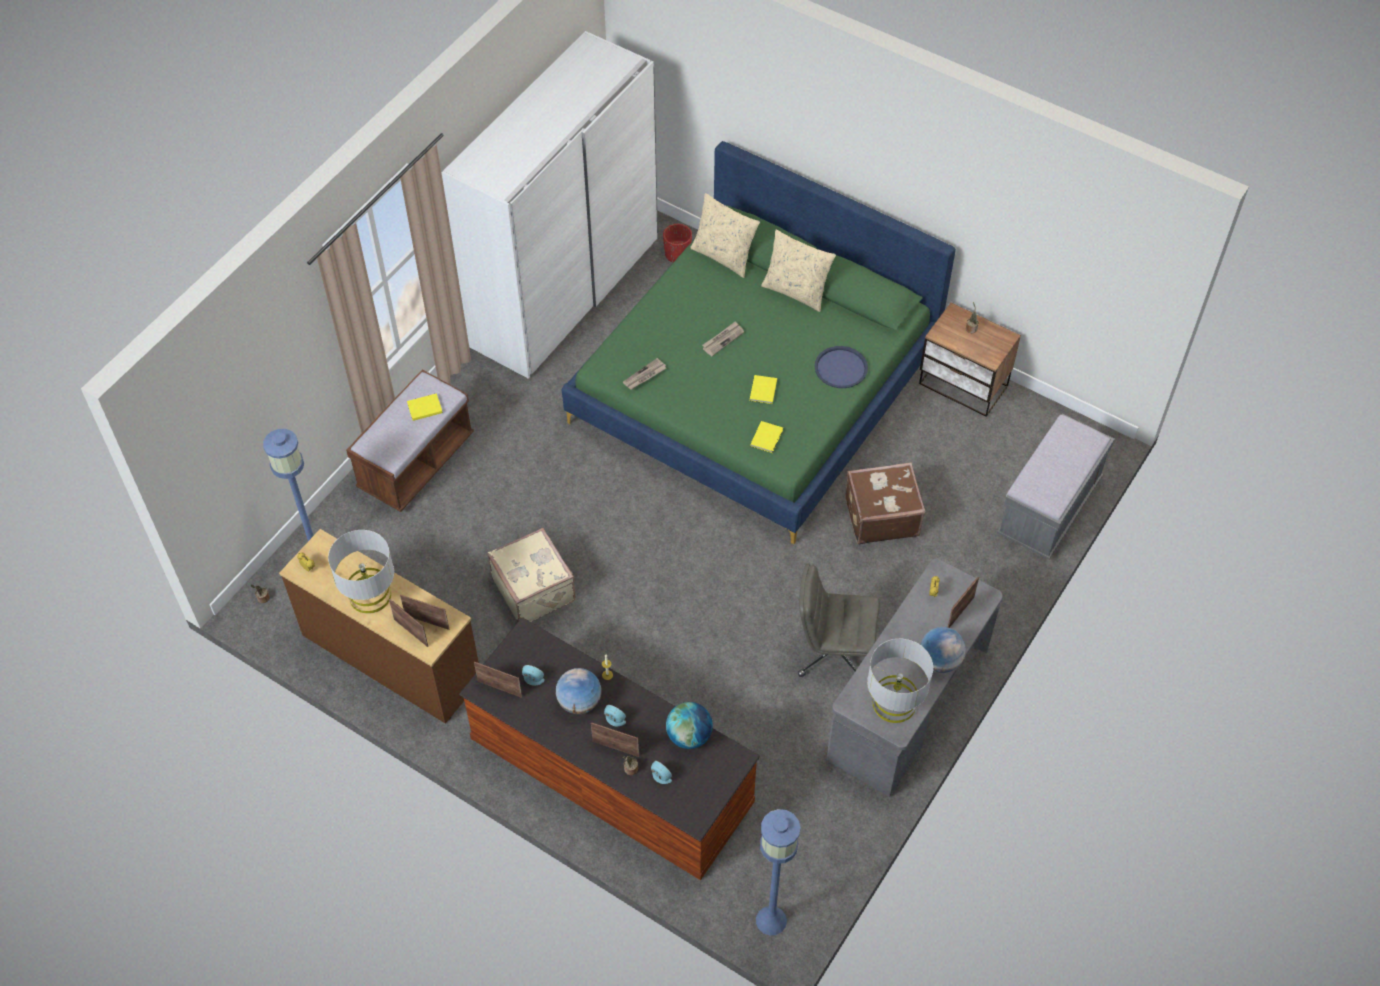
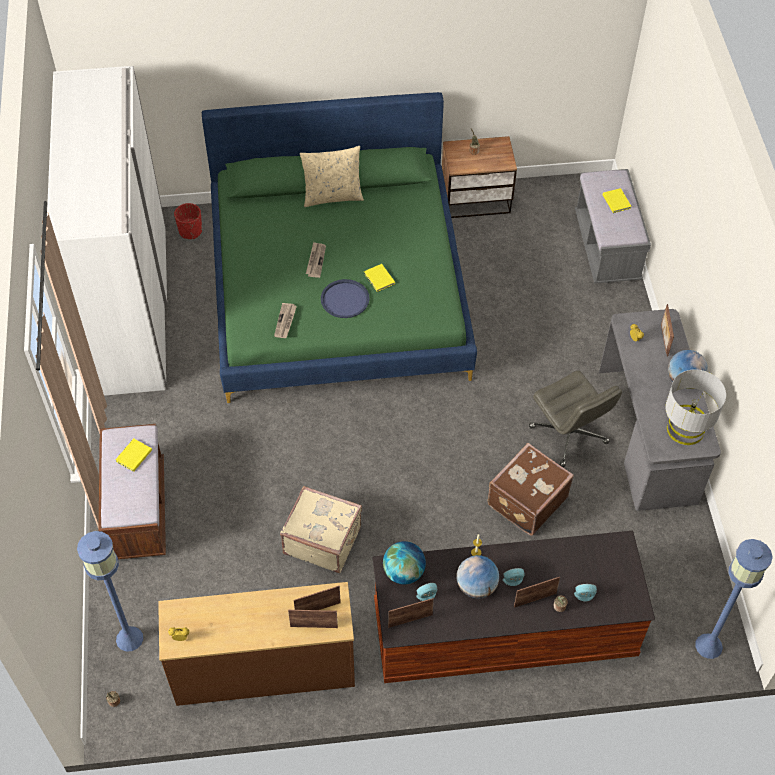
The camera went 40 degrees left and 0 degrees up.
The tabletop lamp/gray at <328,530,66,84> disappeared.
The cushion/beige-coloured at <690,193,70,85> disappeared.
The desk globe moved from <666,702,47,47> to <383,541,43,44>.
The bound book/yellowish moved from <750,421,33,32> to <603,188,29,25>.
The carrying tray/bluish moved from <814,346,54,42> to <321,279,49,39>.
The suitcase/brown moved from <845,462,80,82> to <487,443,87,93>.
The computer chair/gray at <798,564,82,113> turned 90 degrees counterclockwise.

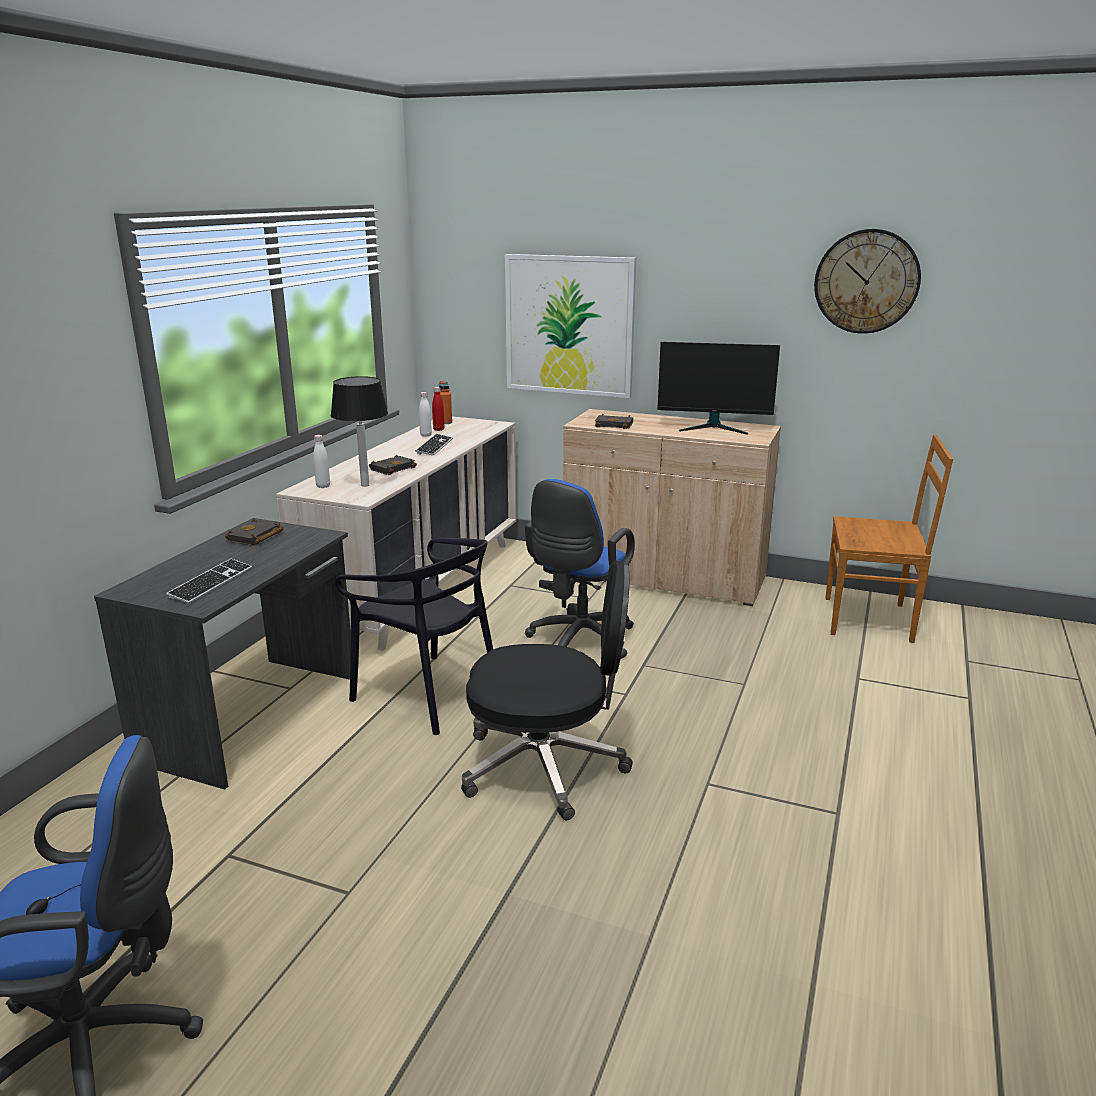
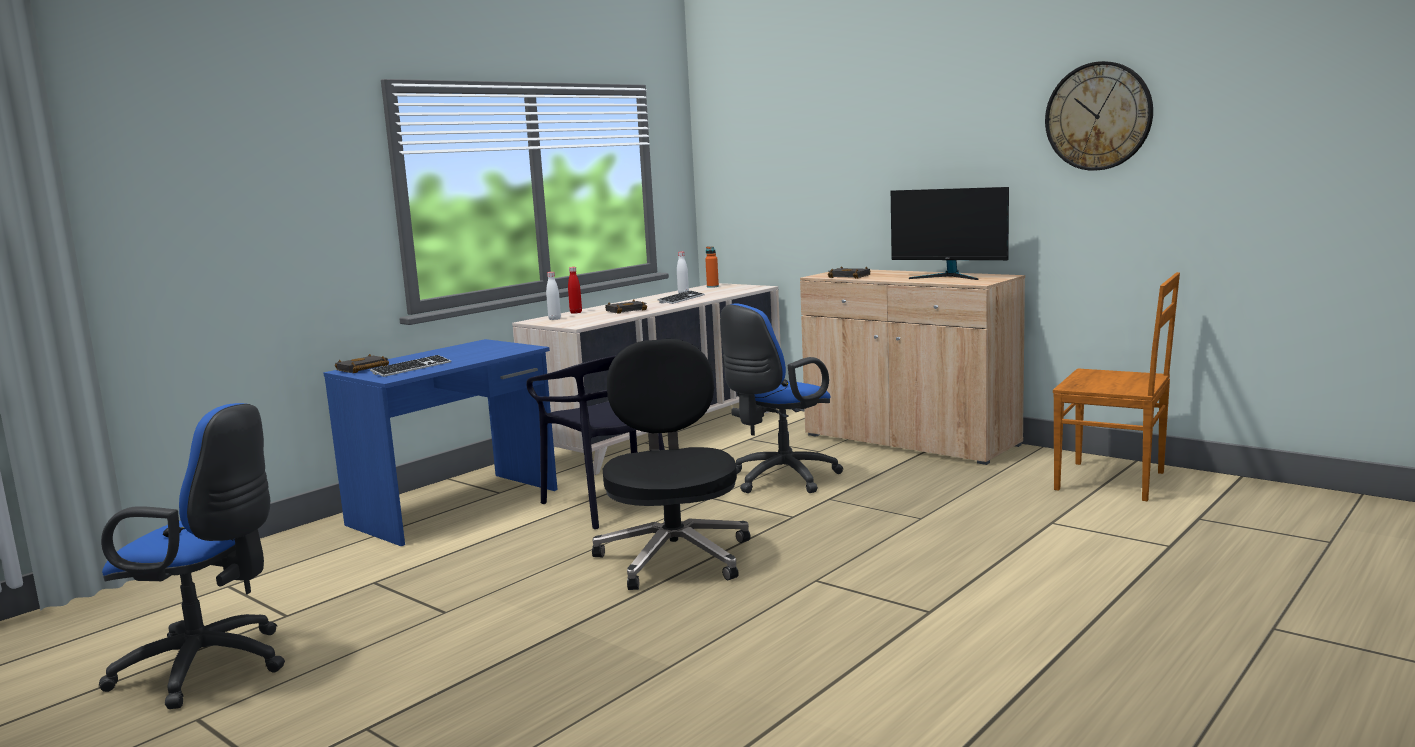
The camera went 20 degrees right and 10 degrees down.
The tabletop lamp at <331,376,57,111> disappeared.
The wall art at <505,254,131,144> disappeared.
The bound book/black moved from <225,519,59,27> to <335,354,54,19>.
The bottle/reddish moved from <432,387,13,44> to <568,267,14,47>.
The desk/gray at <94,518,257,271> became the desk/bluish at <323,339,235,207>.
The computer chair/black at <461,560,172,260> turned 120 degrees counterclockwise.

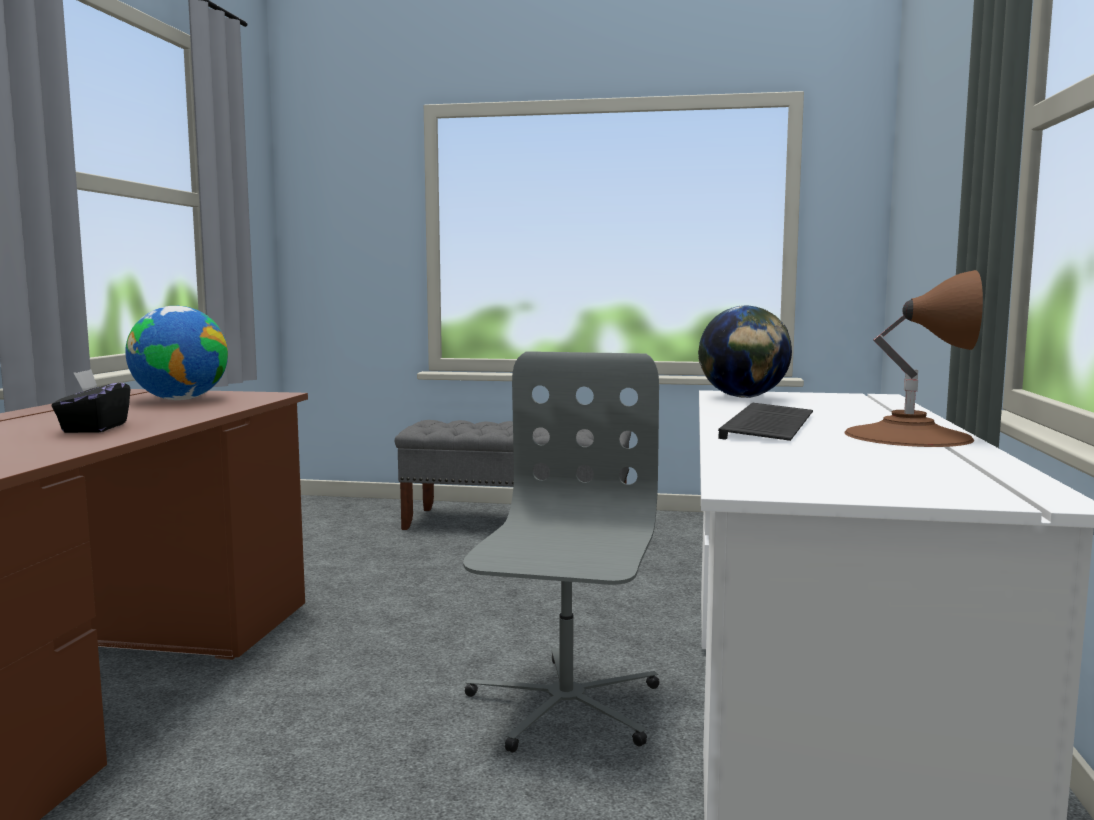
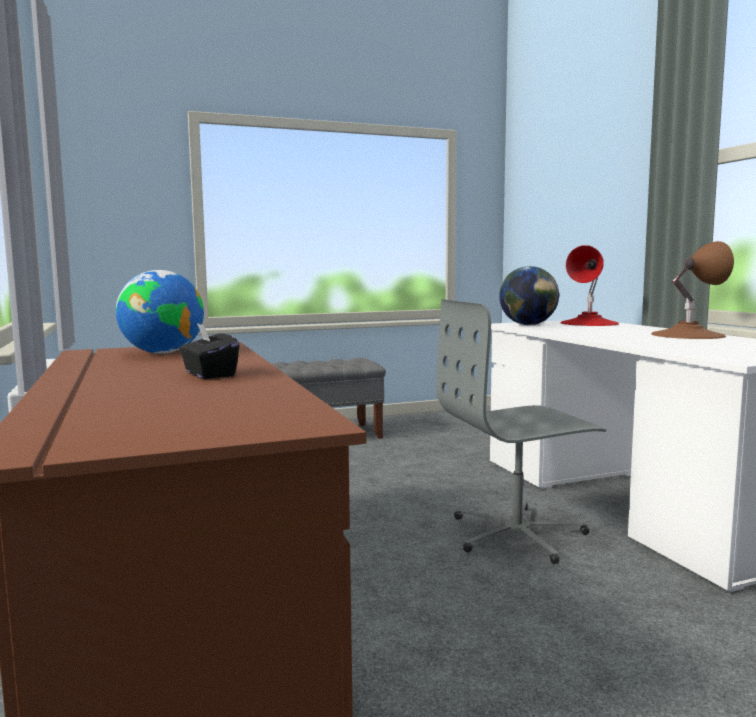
The camera went 30 degrees left and 0 degrees up.
The PC keyboard at <718,403,95,38> disappeared.
The tabletop lamp/reddish at <561,245,58,81> appeared.
The computer chair/gray at <463,351,196,402> turned 90 degrees counterclockwise.

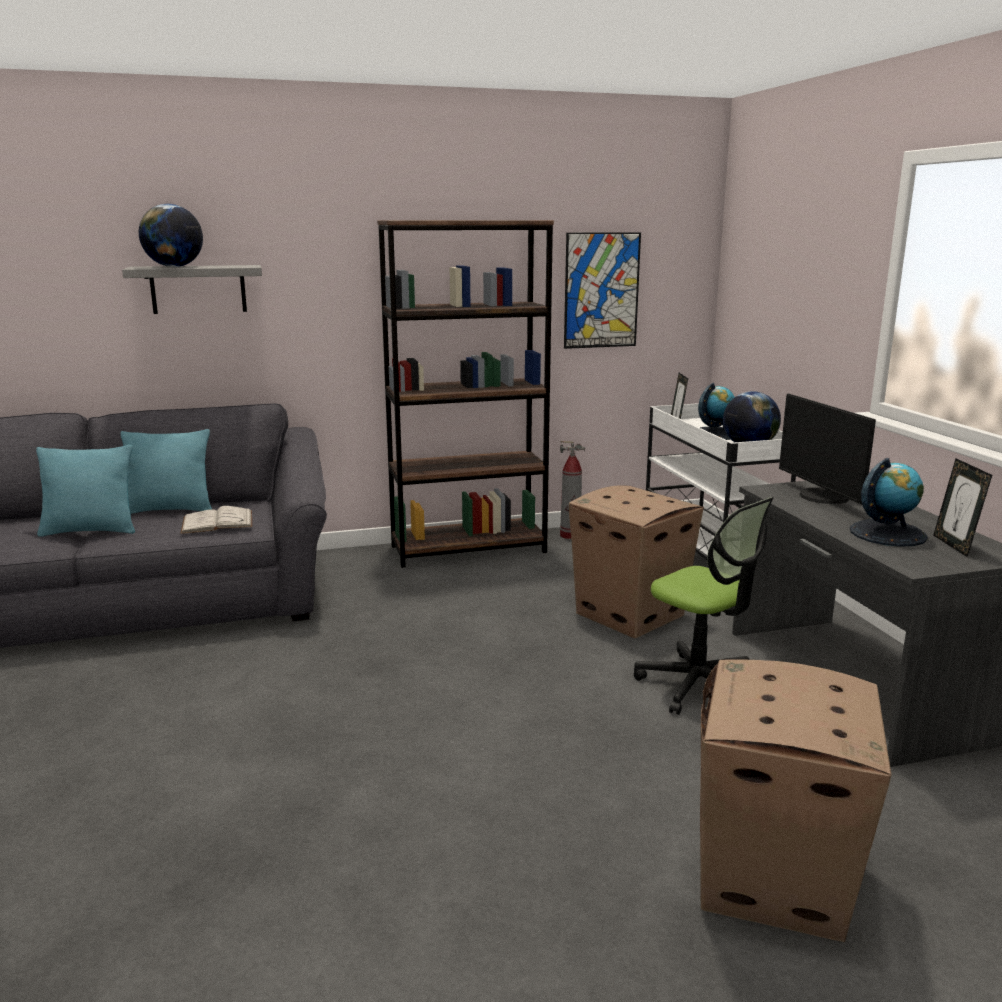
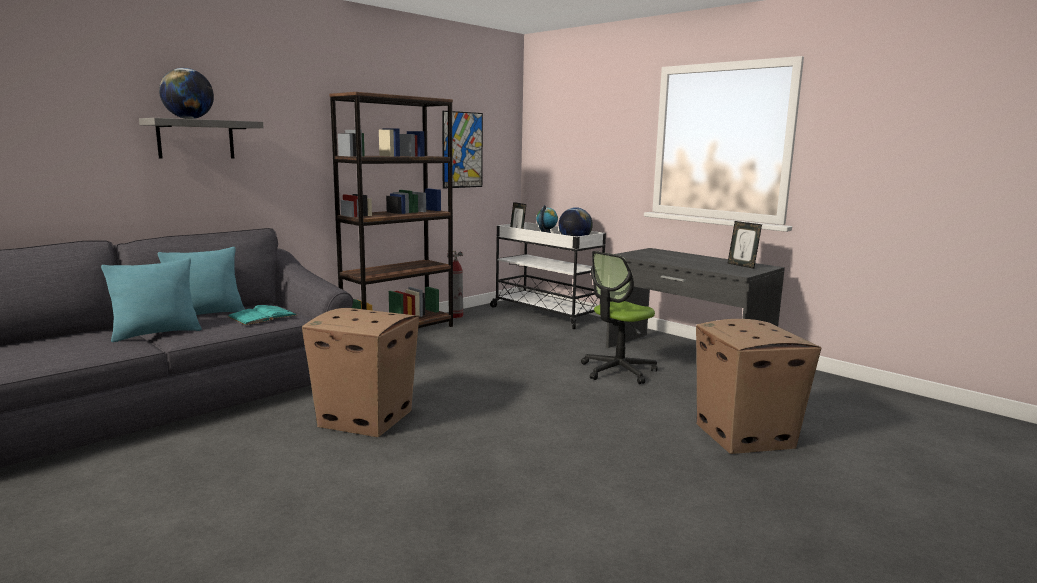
The camera went 30 degrees left and 5 degrees down.
The computer display at <779,393,97,112> disappeared.
The desk globe at <850,458,78,89> disappeared.
The packing box moved from <569,485,135,153> to <302,308,117,129>.
The bound book/white at <180,506,72,28> became the bound book/turquoise-coloured at <227,305,70,20>.
The computer chair at <634,497,140,218> turned 120 degrees clockwise.

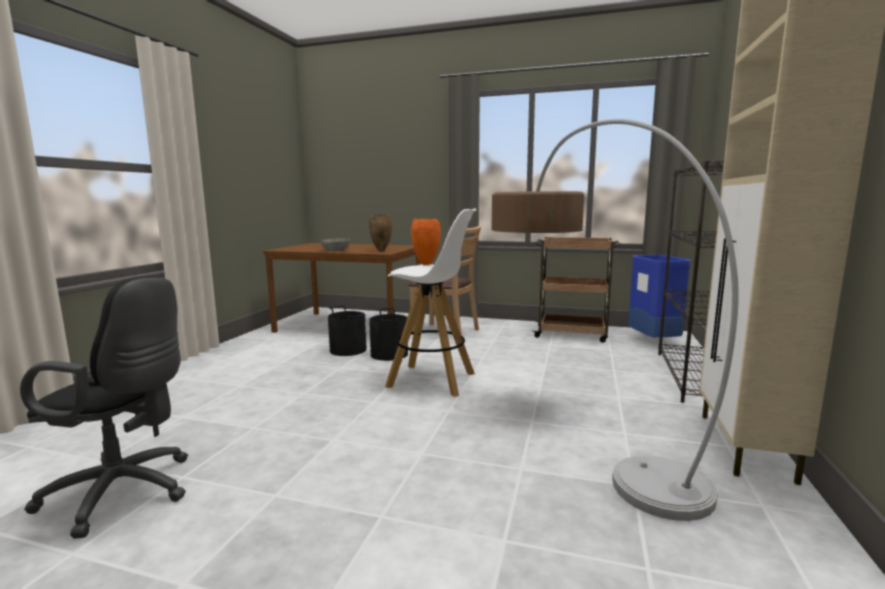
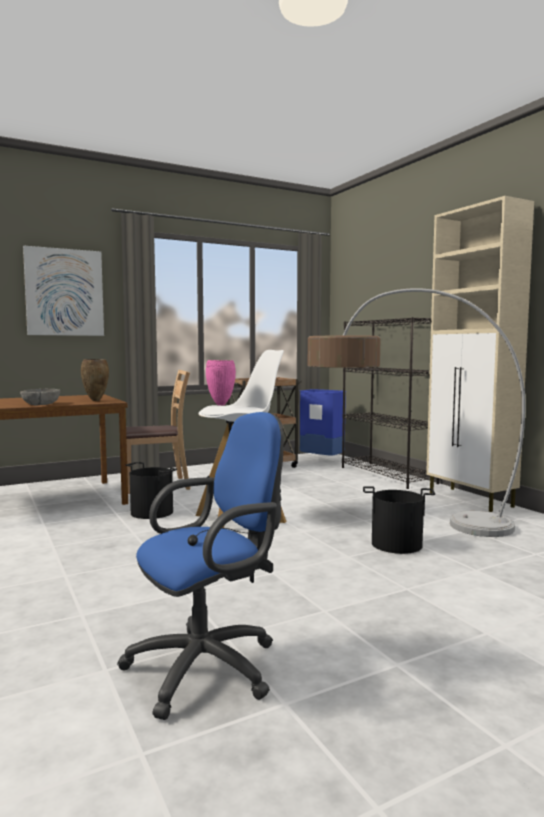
The camera went 45 degrees left and 5 degrees down.
The wall art at <23,245,81,91> appeared.
The water bucket/black moved from <328,306,39,50> to <363,486,72,68>.
The computer chair/black at <20,276,168,263> became the computer chair/bluish at <117,412,167,308>.
The flower vase/orange at <411,218,30,47> became the flower vase/pink at <206,360,30,45>.

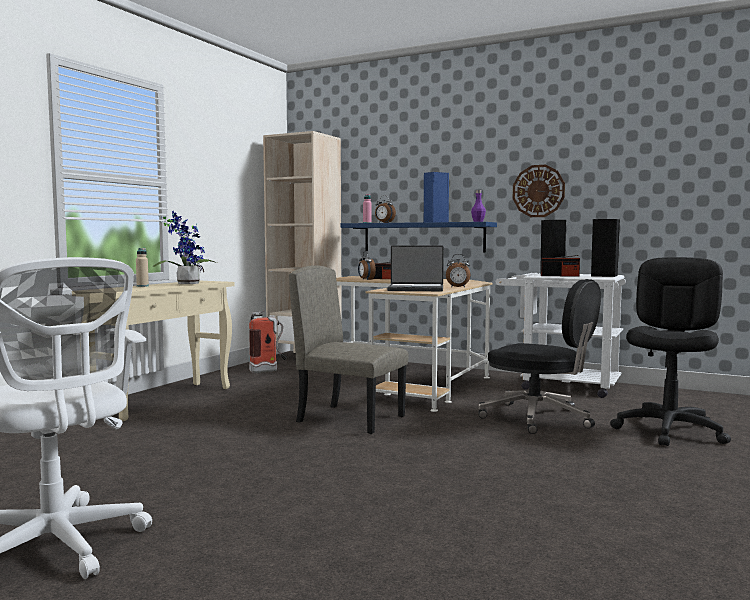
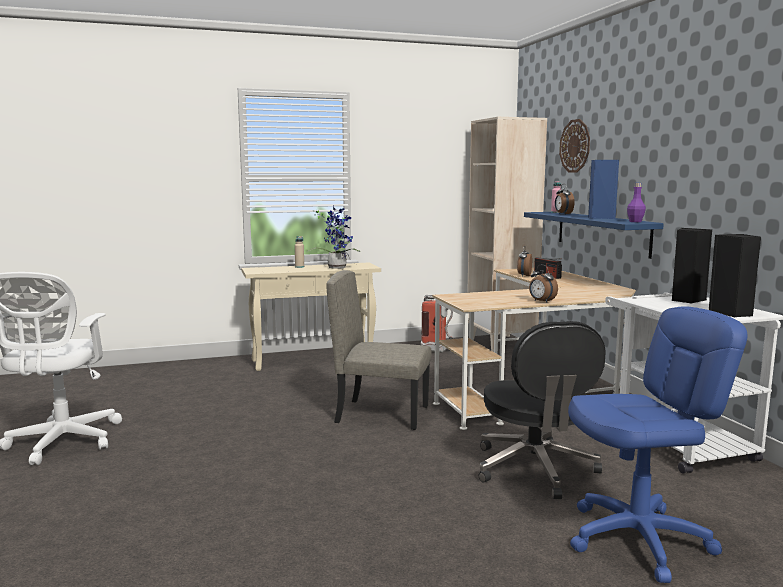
The camera went 45 degrees right and 5 degrees up.
The portable computer at <387,245,57,46> disappeared.
The radio receiver at <541,255,39,22> disappeared.
The hanging clock moved from <513,165,52,52> to <559,119,31,54>.
The computer chair/black at <610,257,121,189> became the computer chair/bluish at <568,306,179,277>.
The plain chair/beige-coloured at <289,265,119,169> turned 60 degrees counterclockwise.

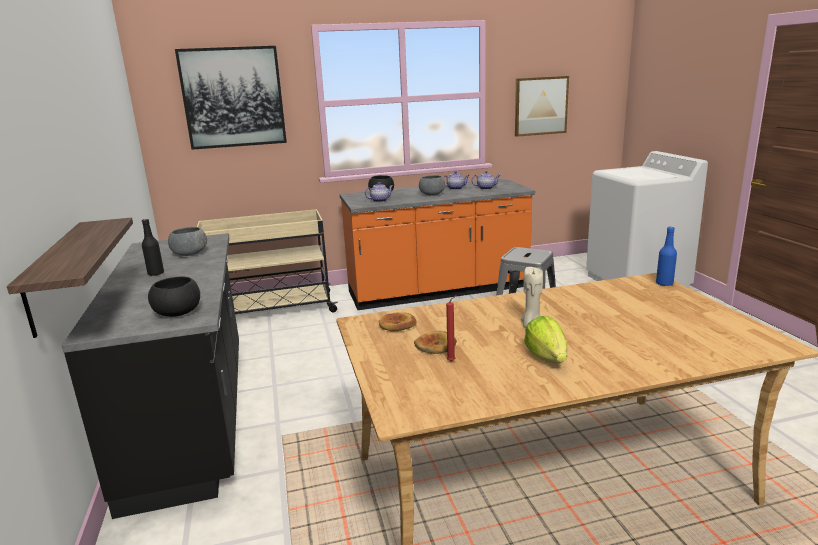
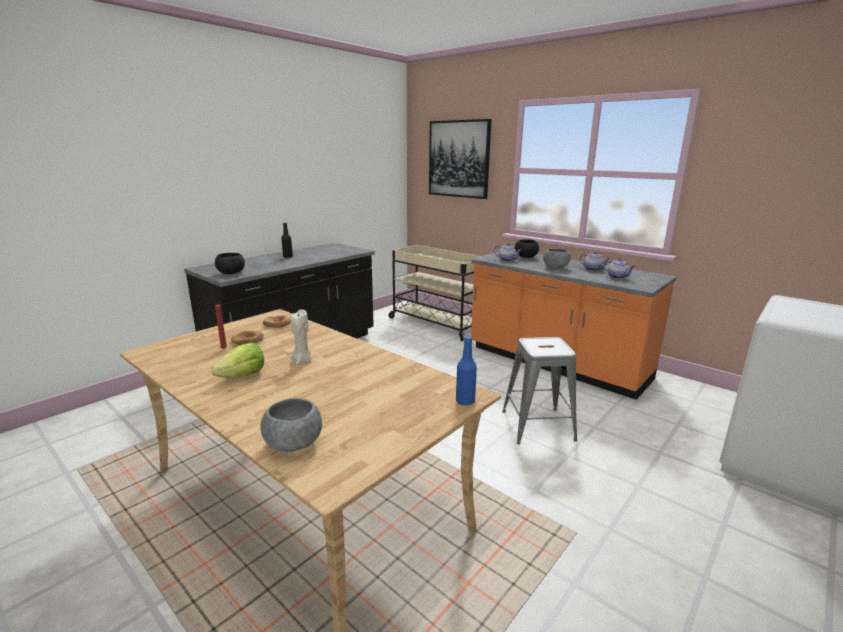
The camera went 55 degrees right and 0 degrees up.
The wall shelf at <7,218,126,120> disappeared.
The wall art at <515,76,54,61> disappeared.
The deep dish/gray moved from <168,227,39,29> to <260,398,62,54>.

